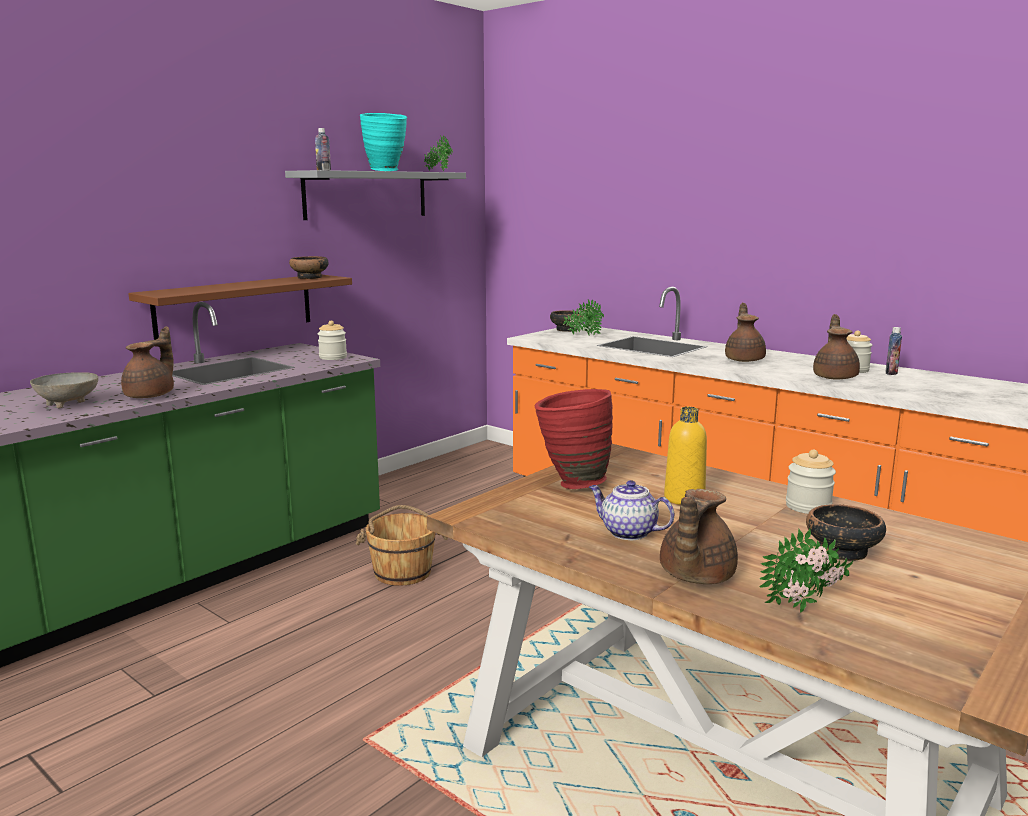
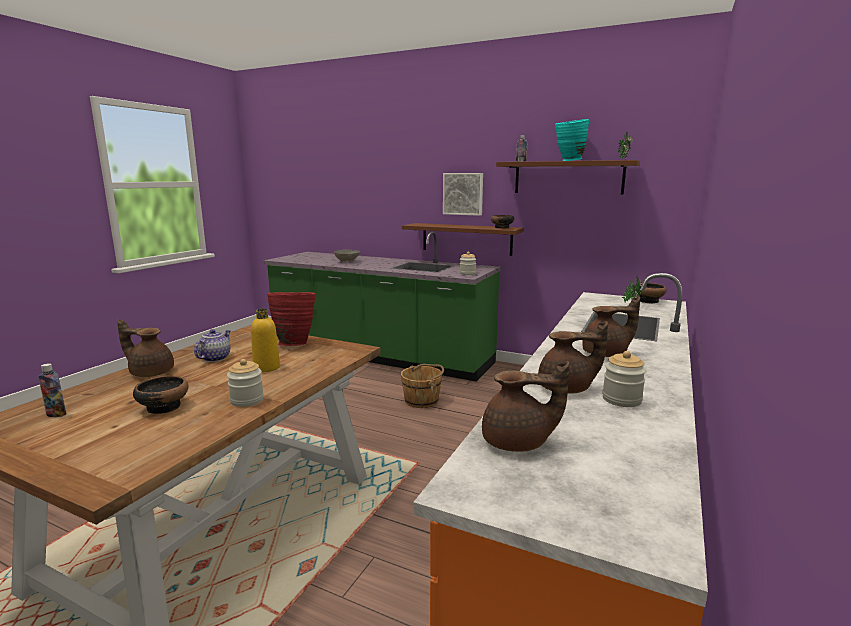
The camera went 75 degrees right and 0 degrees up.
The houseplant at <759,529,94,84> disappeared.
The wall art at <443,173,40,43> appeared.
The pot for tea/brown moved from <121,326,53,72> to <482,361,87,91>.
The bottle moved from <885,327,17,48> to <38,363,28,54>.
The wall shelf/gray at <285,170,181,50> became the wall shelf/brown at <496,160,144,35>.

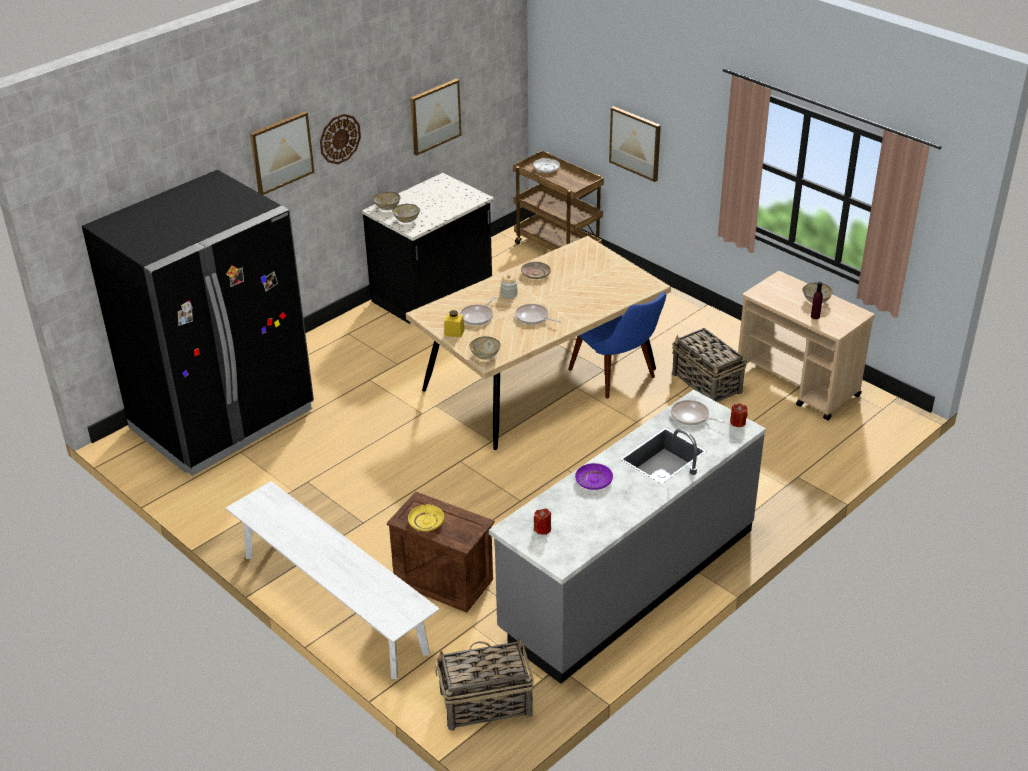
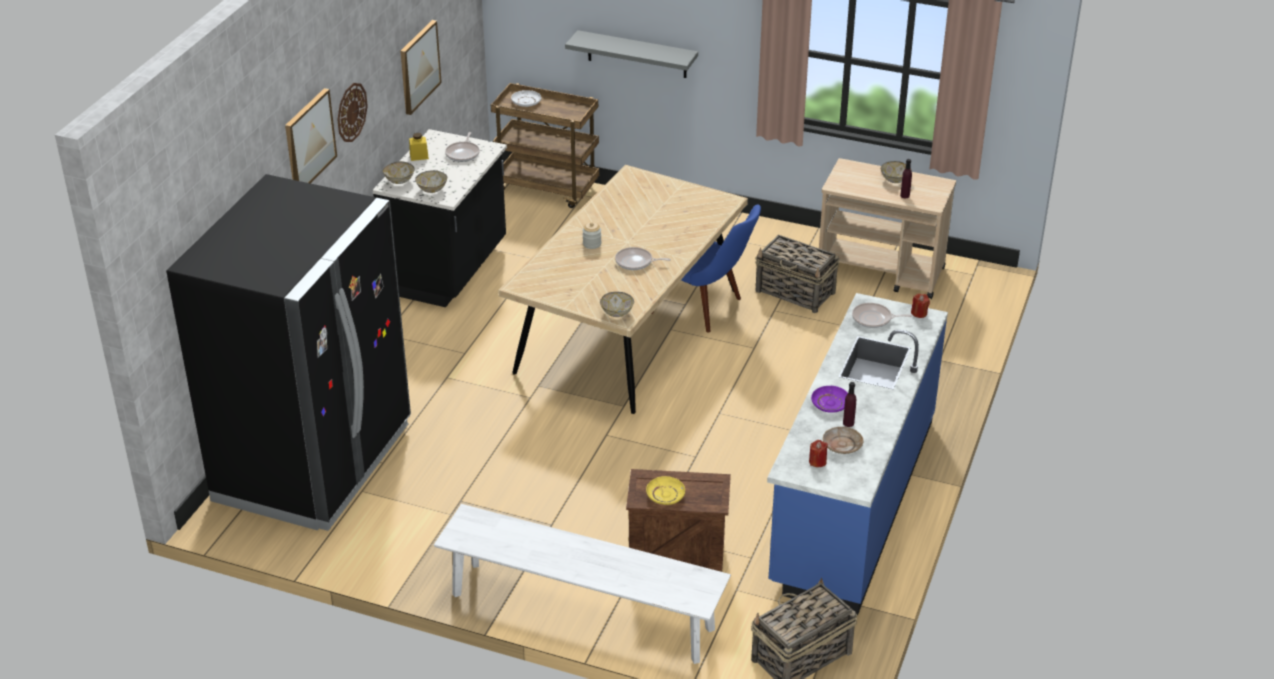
The camera went 25 degrees left and 0 degrees up.
The bottle/purple-coloured at <843,382,13,45> appeared.
The preserve jar/yellowish moved from <444,310,21,28> to <409,133,20,28>.
The skillet moved from <460,297,36,28> to <445,132,35,30>.
The plate/beige-coloured moved from <521,262,30,17> to <823,427,41,27>.
The wall art at <609,106,52,76> was replaced by the wall shelf/gray at <565,30,133,48>.
The counter/gray at <489,390,277,294> became the counter/bluish at <767,293,181,323>.

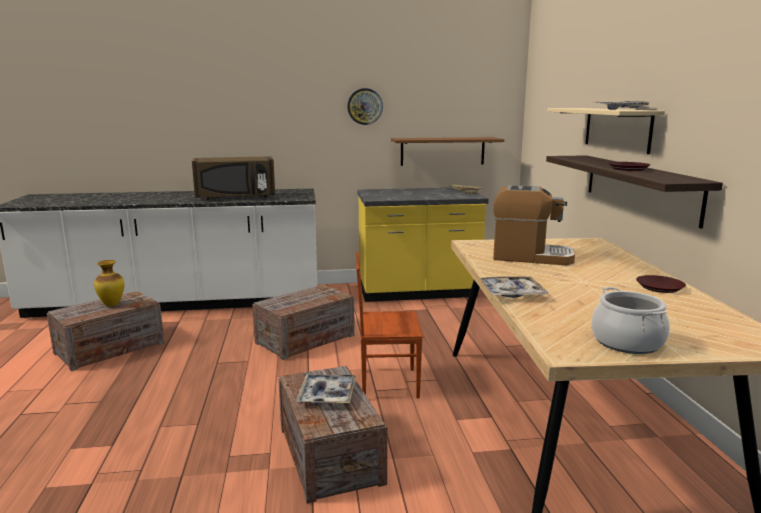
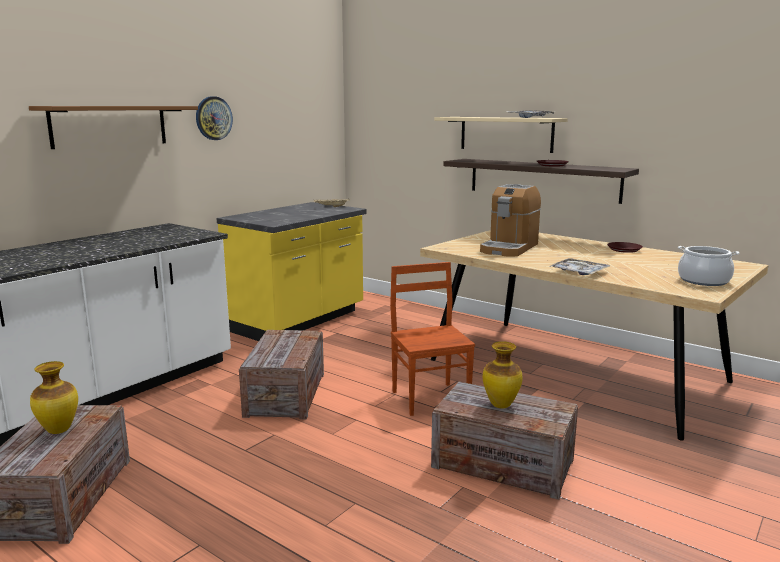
The camera went 45 degrees left and 0 degrees up.
The microwave/brown at <192,156,83,44> disappeared.
The wall shelf/brown moved from <391,137,113,29> to <29,106,169,43>.
The carrying tray at <296,374,60,32> was replaced by the flower vase at <483,341,40,67>.
The plain chair/brown at <356,251,67,148> turned 120 degrees clockwise.
The coffee machine at <493,185,82,80> turned 150 degrees clockwise.

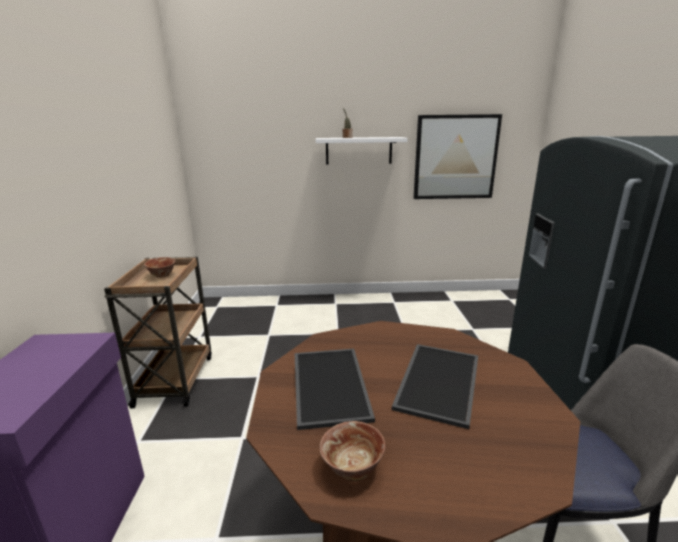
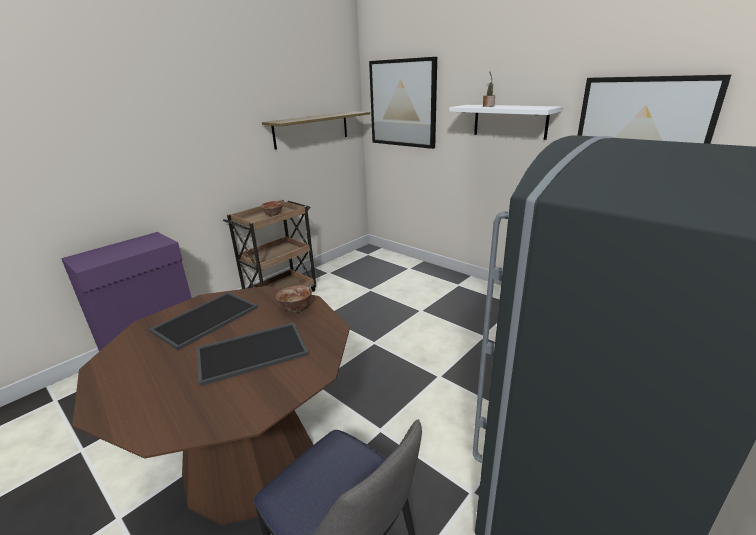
The camera went 45 degrees right and 5 degrees up.
The wall shelf at <262,111,108,39> appeared.
The wall art at <369,57,68,92> appeared.
The deep dish moved from <320,421,65,60> to <276,285,36,28>.

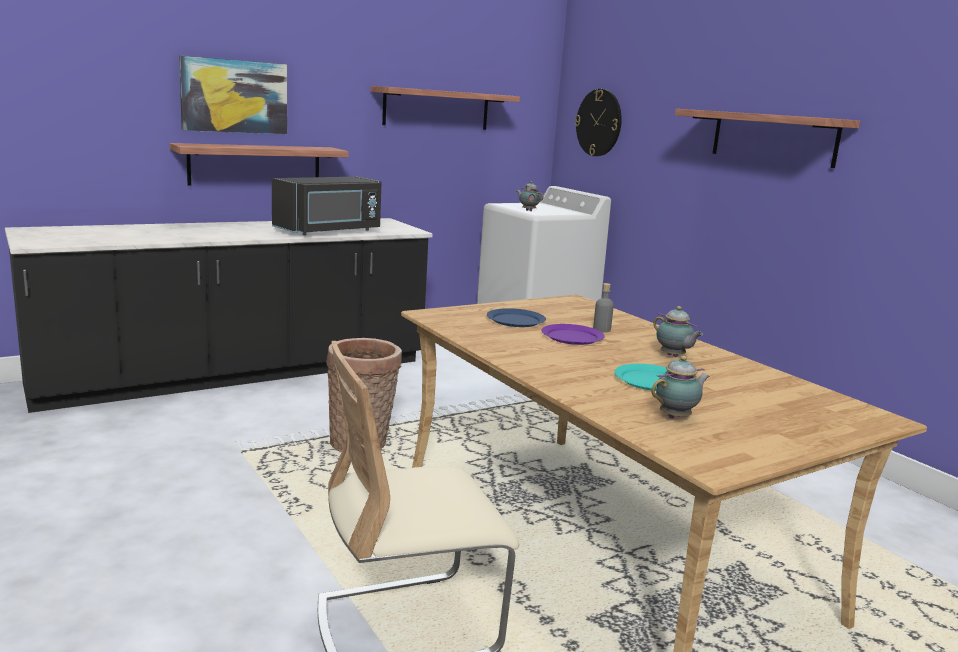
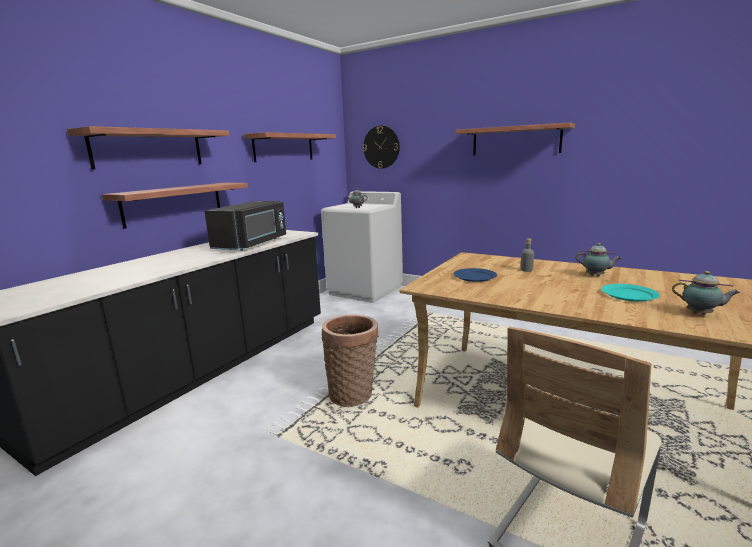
The camera went 25 degrees left and 0 degrees up.
The plate/purple-coloured at <541,324,64,21> disappeared.
The wall art at <179,55,108,79> was replaced by the wall shelf at <67,126,163,44>.
The pot for tea at <651,356,59,62> turned 90 degrees clockwise.

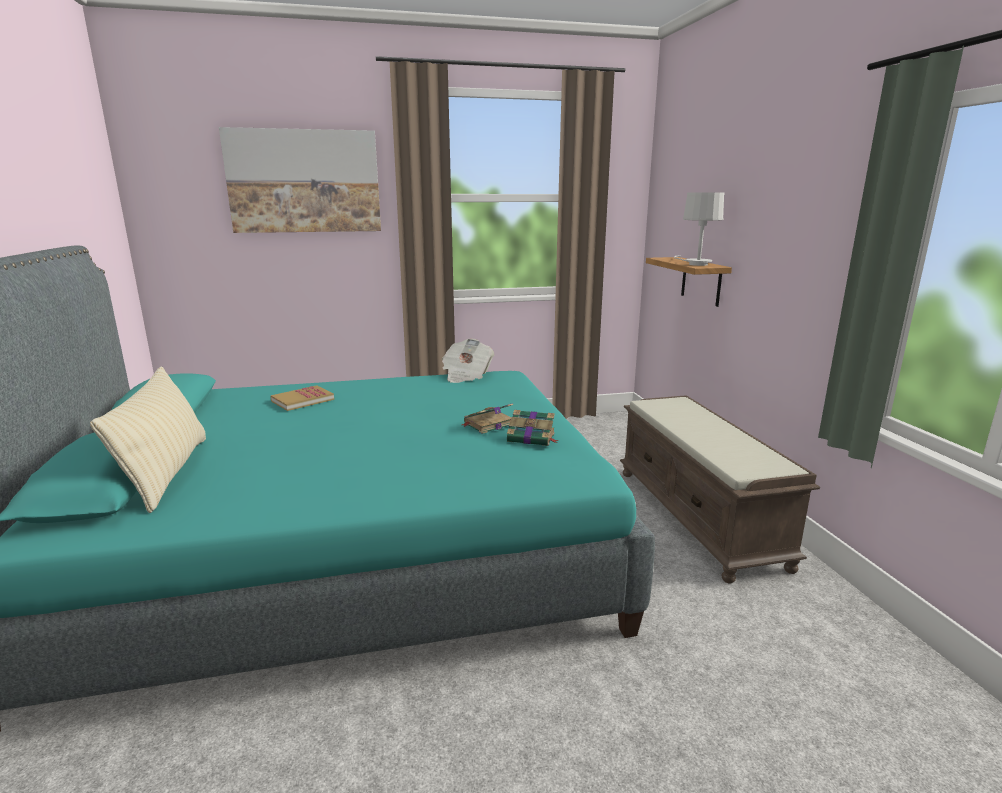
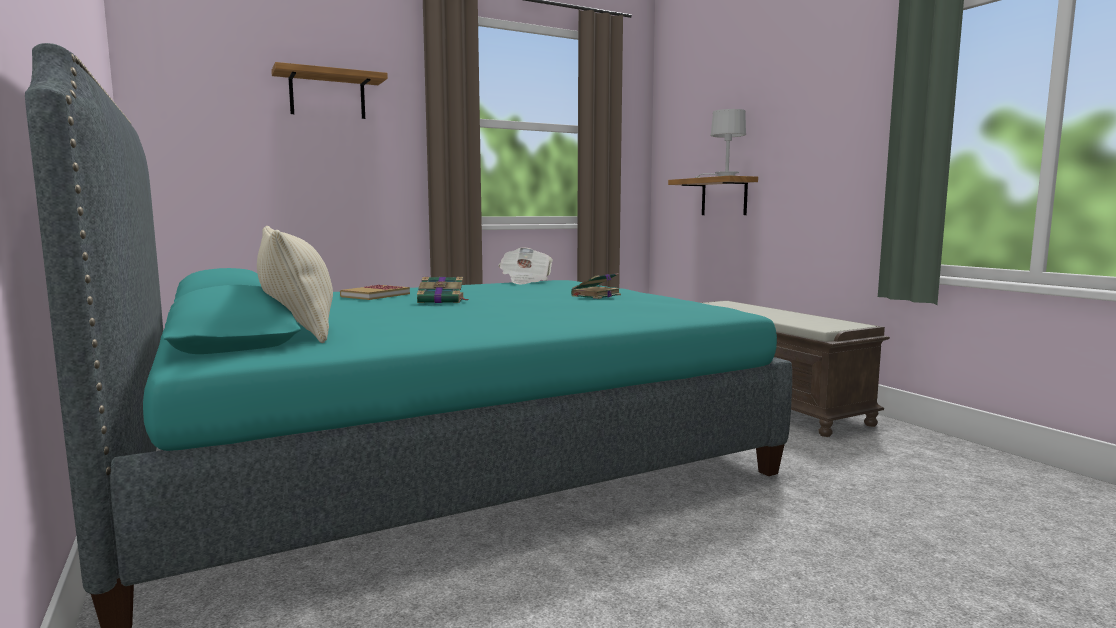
The camera went 15 degrees left and 10 degrees down.
The bound book moved from <507,410,52,36> to <417,277,51,26>.
The wall art at <219,127,162,106> was replaced by the wall shelf at <271,62,117,57>.

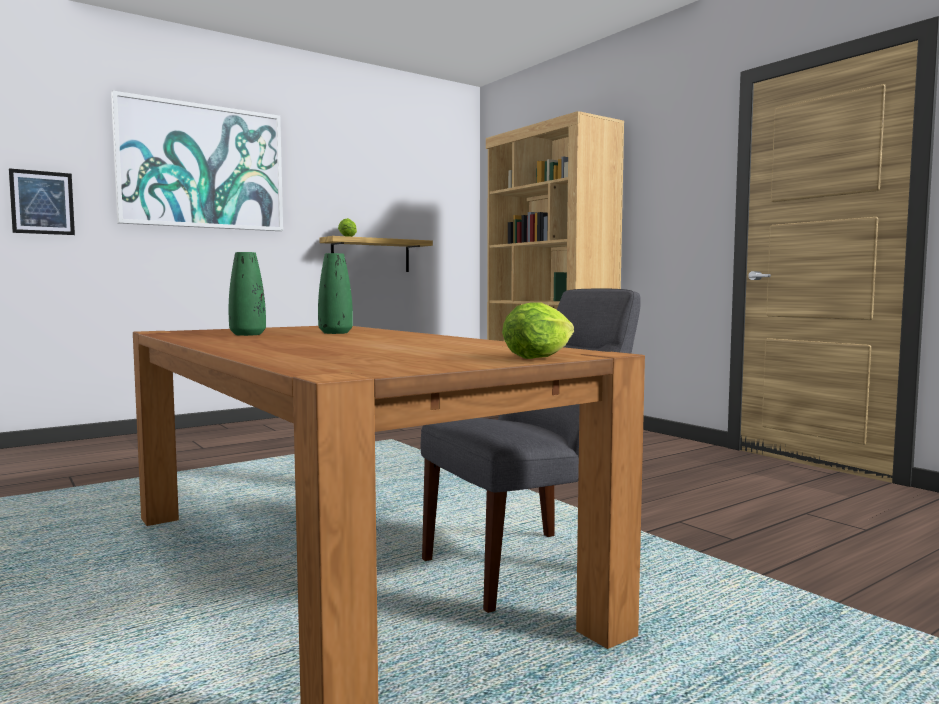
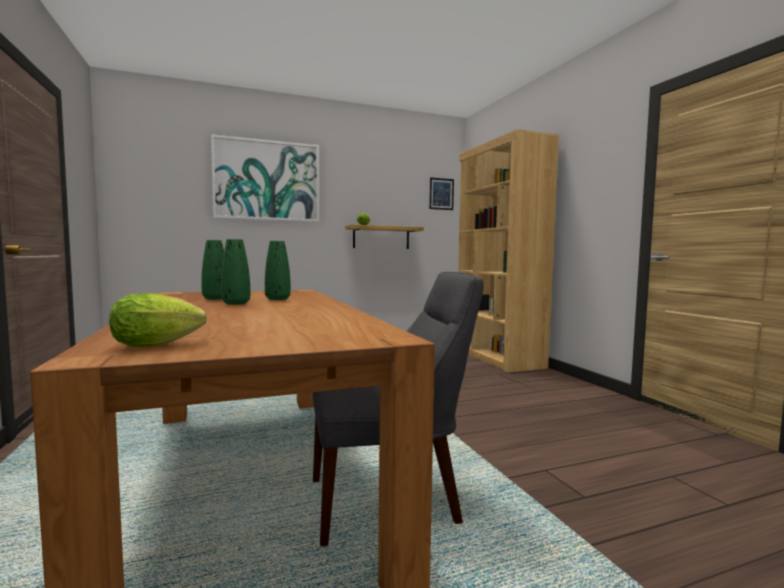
The camera went 15 degrees right and 0 degrees up.
The flower vase/greenish at <221,239,29,66> appeared.
The wall art moved from <9,168,66,67> to <429,177,25,33>.
The lettuce moved from <502,302,72,57> to <109,293,98,54>.

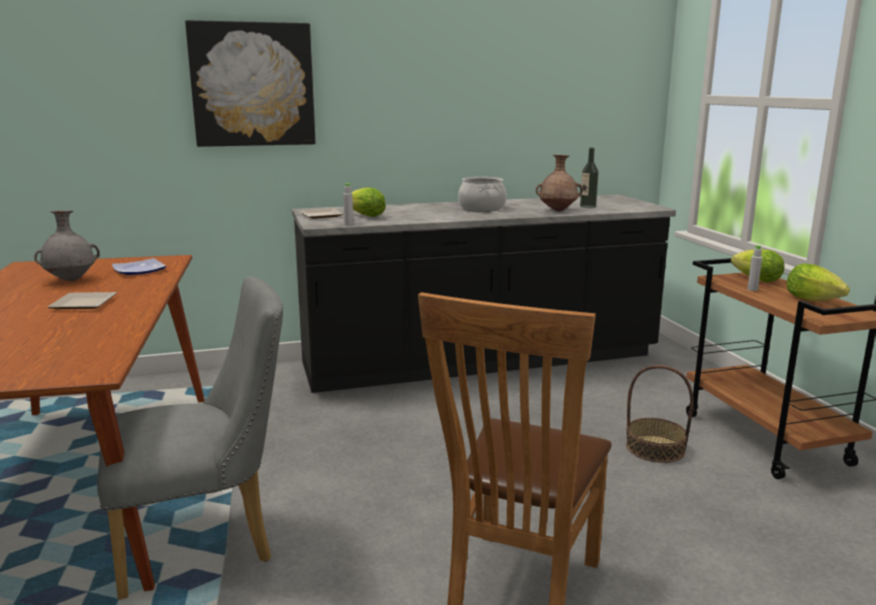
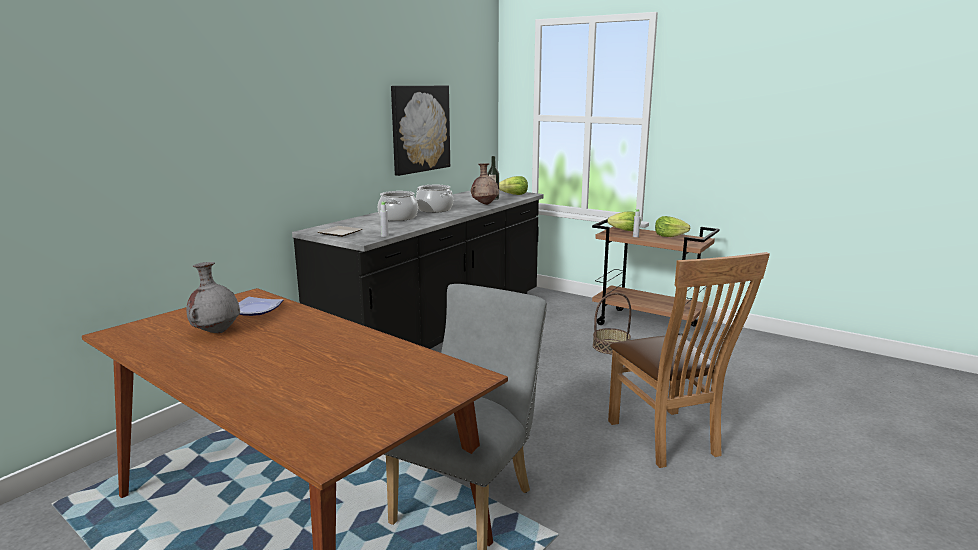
The camera went 40 degrees left and 0 degrees up.
The plate at <47,292,70,17> disappeared.
The saucepot at <378,191,40,30> appeared.
The wall art moved from <185,20,131,127> to <391,86,59,90>.
The lettuce moved from <352,188,34,29> to <499,176,29,19>.

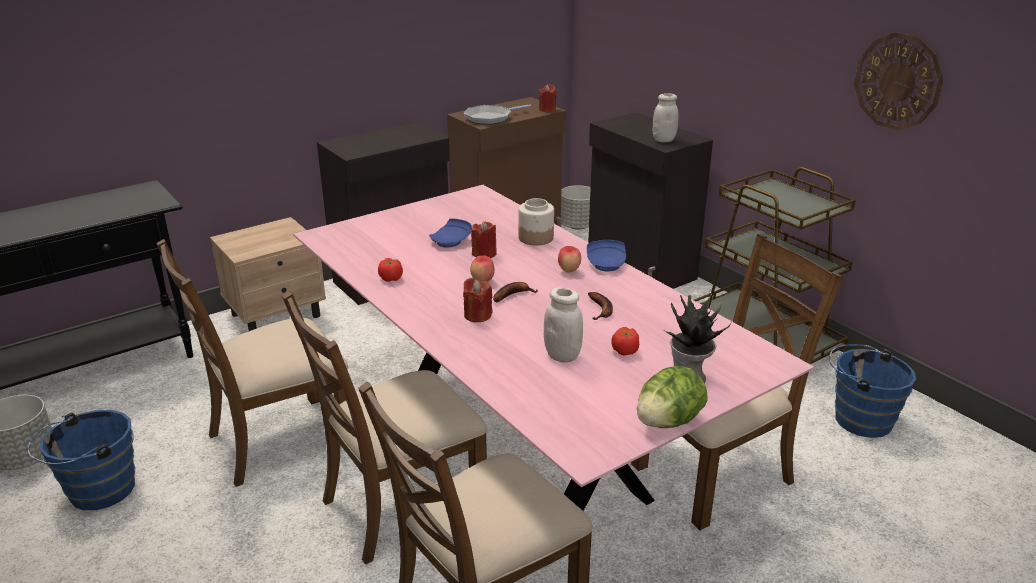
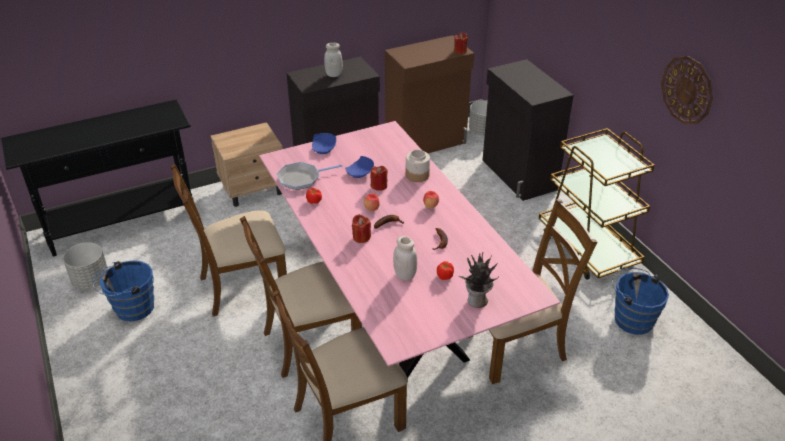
The camera went 10 degrees right and 10 degrees up.
The lettuce at <637,366,71,62> disappeared.
The skillet moved from <464,104,67,21> to <277,162,65,28>.
The plate/bluish moved from <587,240,39,32> to <312,133,24,21>.
The preserve jar/white moved from <653,93,25,50> to <324,43,19,34>.

